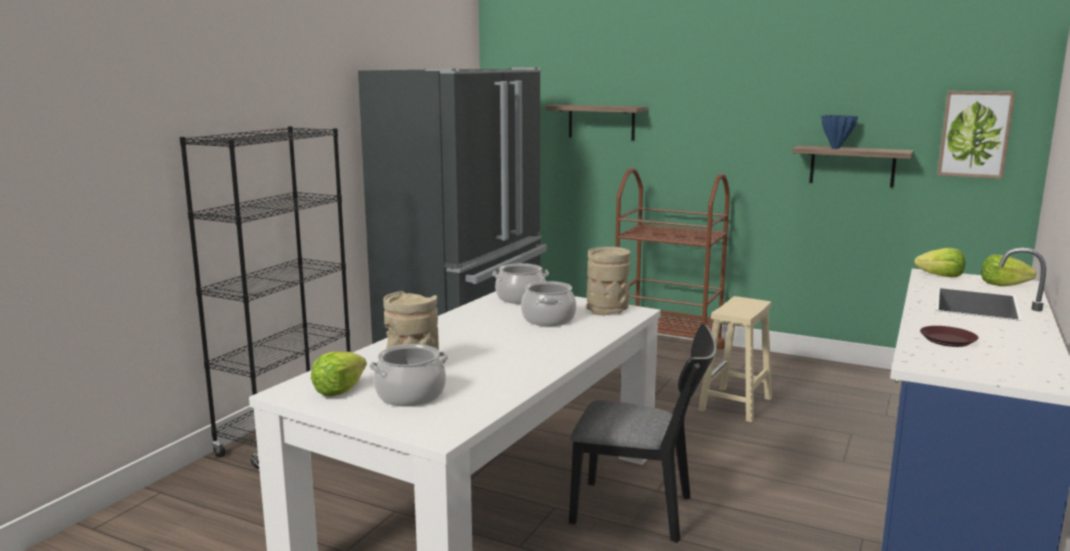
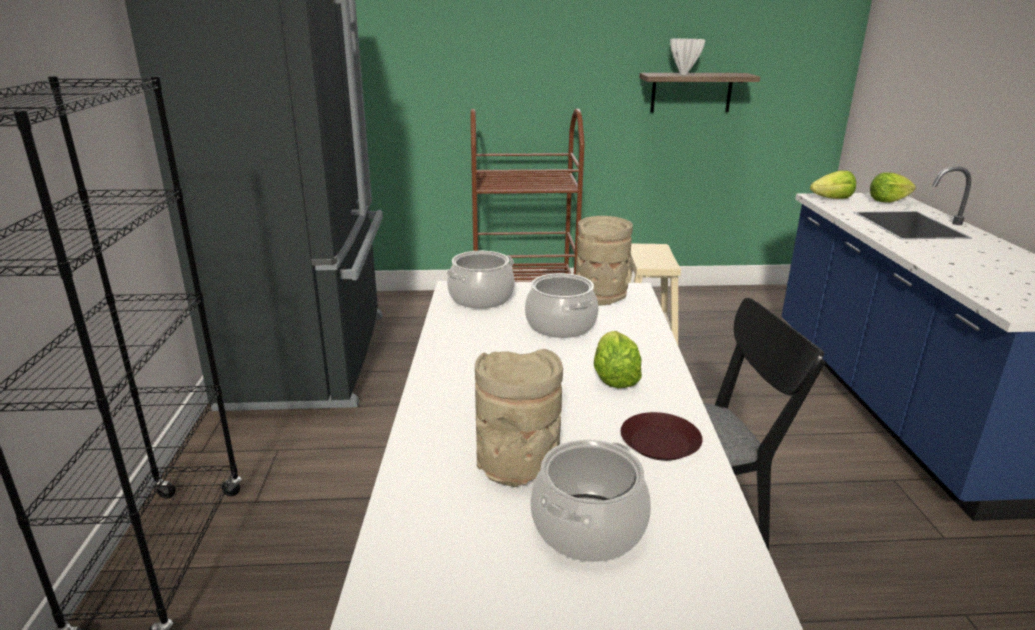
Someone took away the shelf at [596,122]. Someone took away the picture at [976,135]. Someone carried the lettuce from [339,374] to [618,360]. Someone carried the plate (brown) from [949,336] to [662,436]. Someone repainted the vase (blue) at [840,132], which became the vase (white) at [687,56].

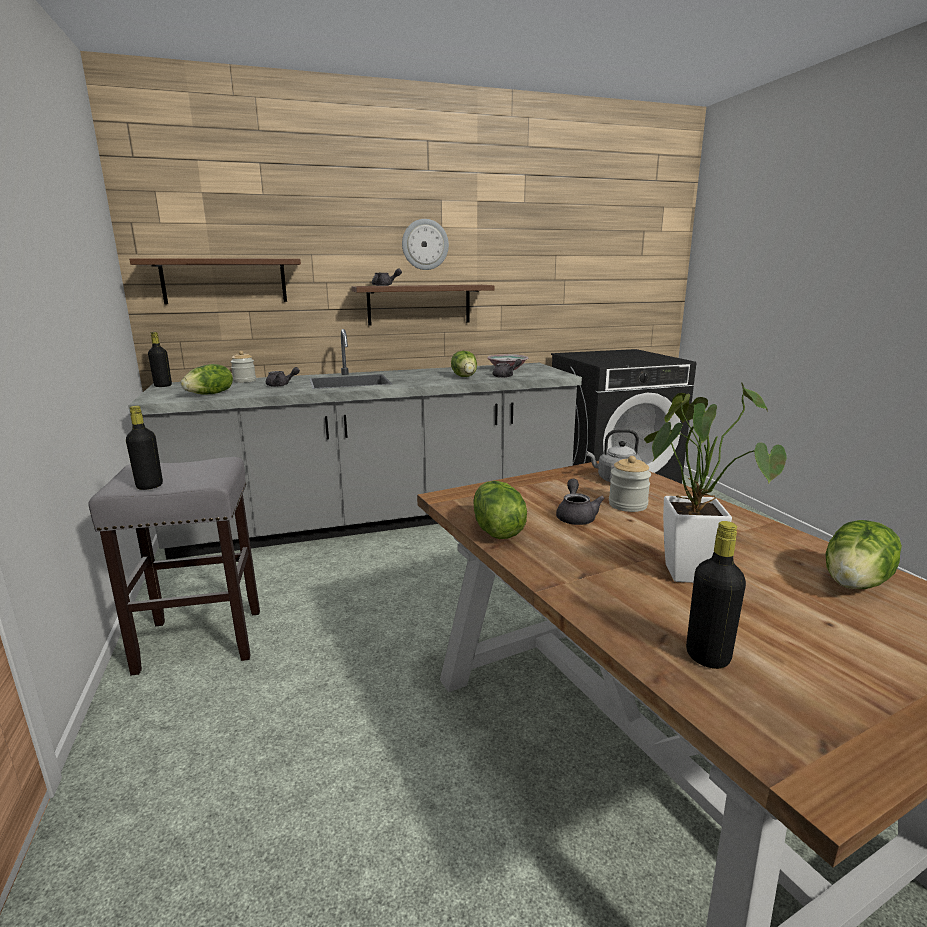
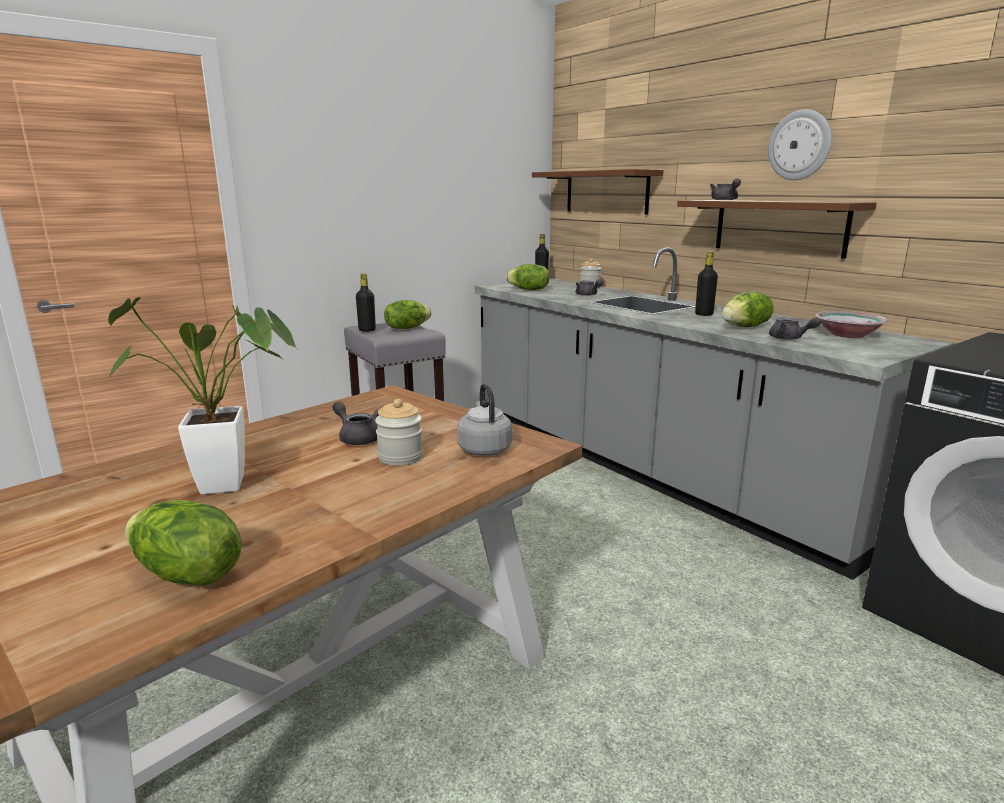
Someone carried the lettuce from [500,510] to [408,314]. Someone carried the bottle (black) from [716,595] to [706,283]. Someone rotated the teapot (grey) at [580,502] by 120 degrees counterclockwise.

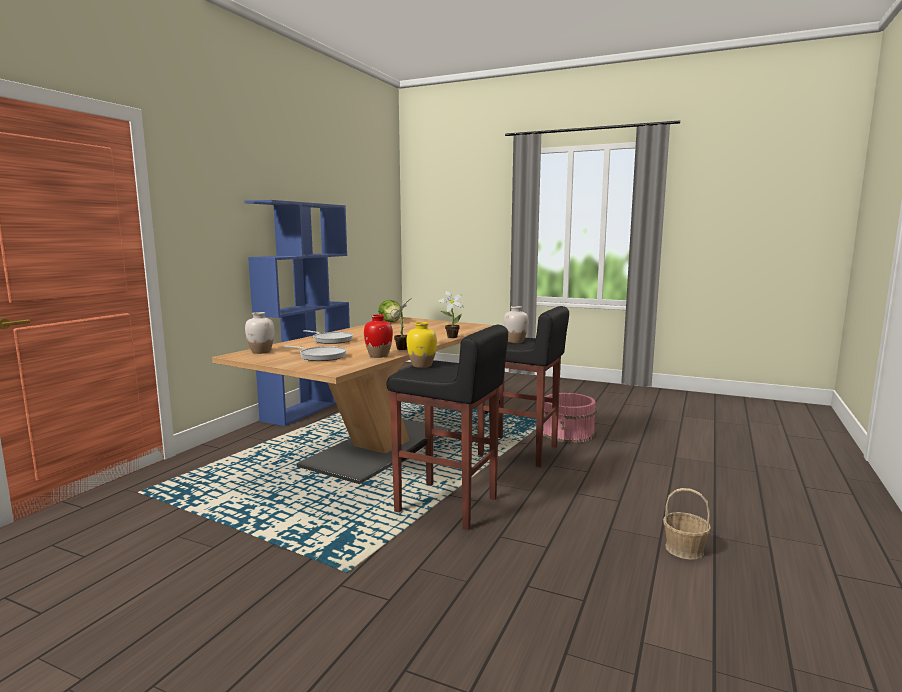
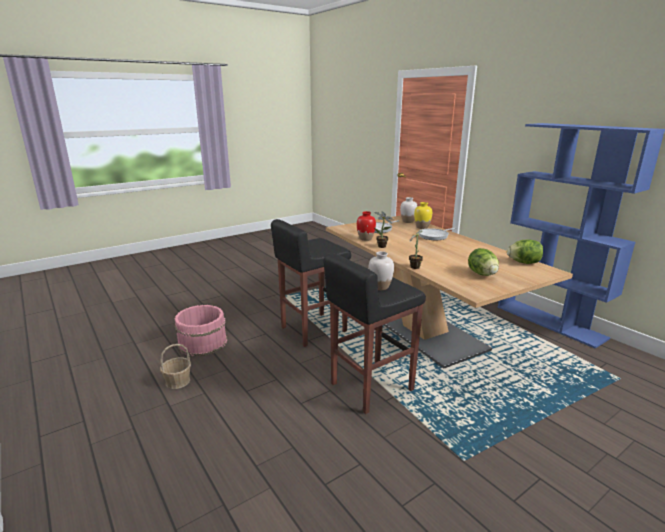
Someone put down the lettuce at [483,262]. Someone carried the vase (yellow) from [422,345] to [423,215]. Someone carried the bucket (pink) from [570,418] to [200,330].

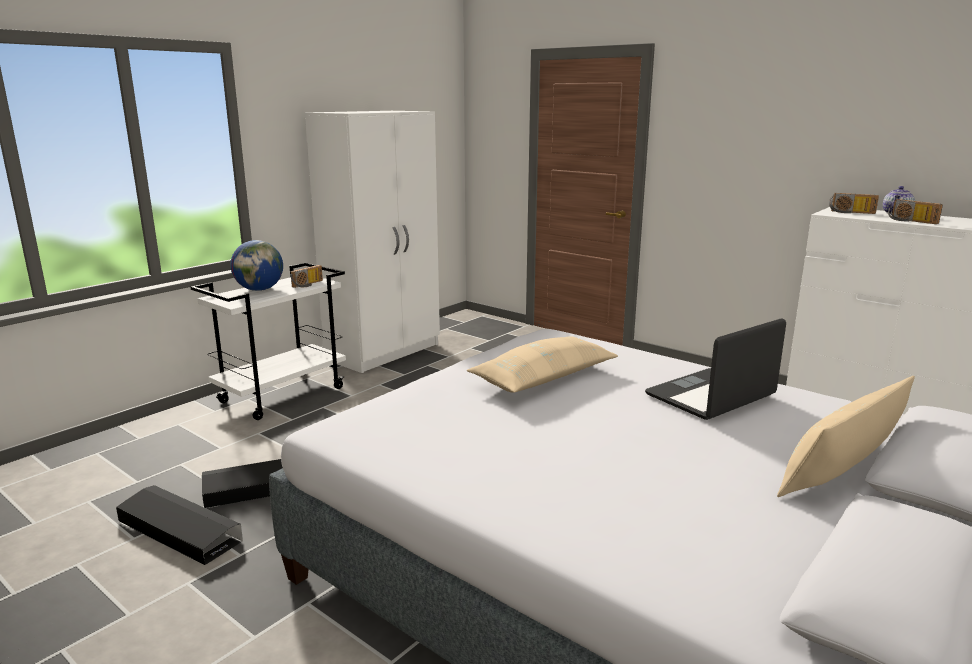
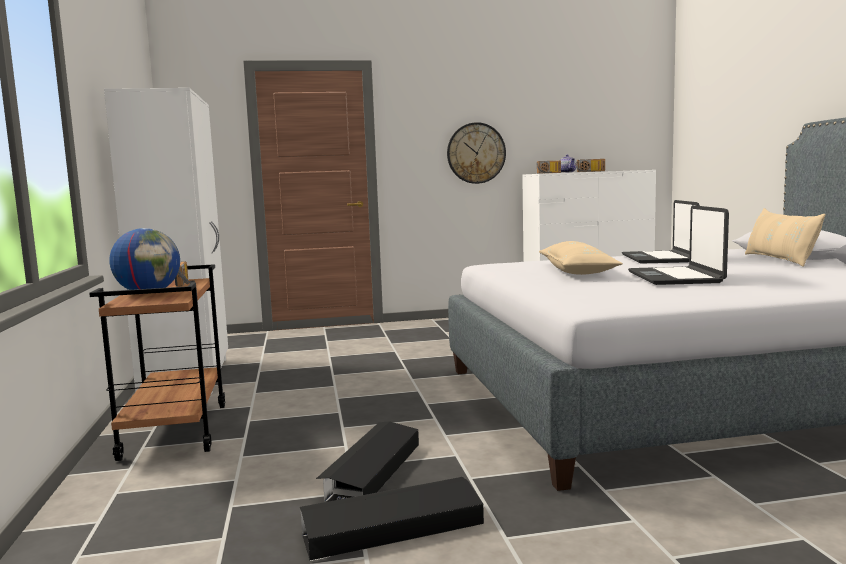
Someone put up the wall clock at [476,153]. Someone put down the laptop at [678,245]. Someone repainted the cart (white) at [268,341], which became the cart (brown) at [157,362].

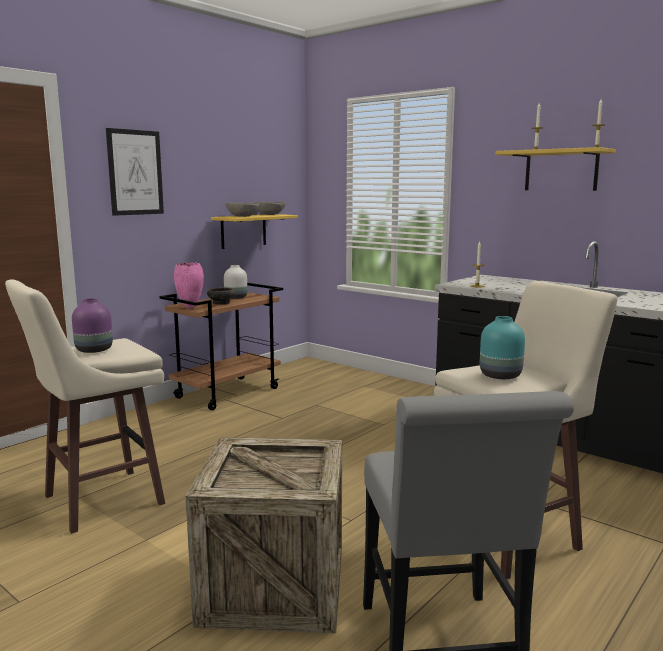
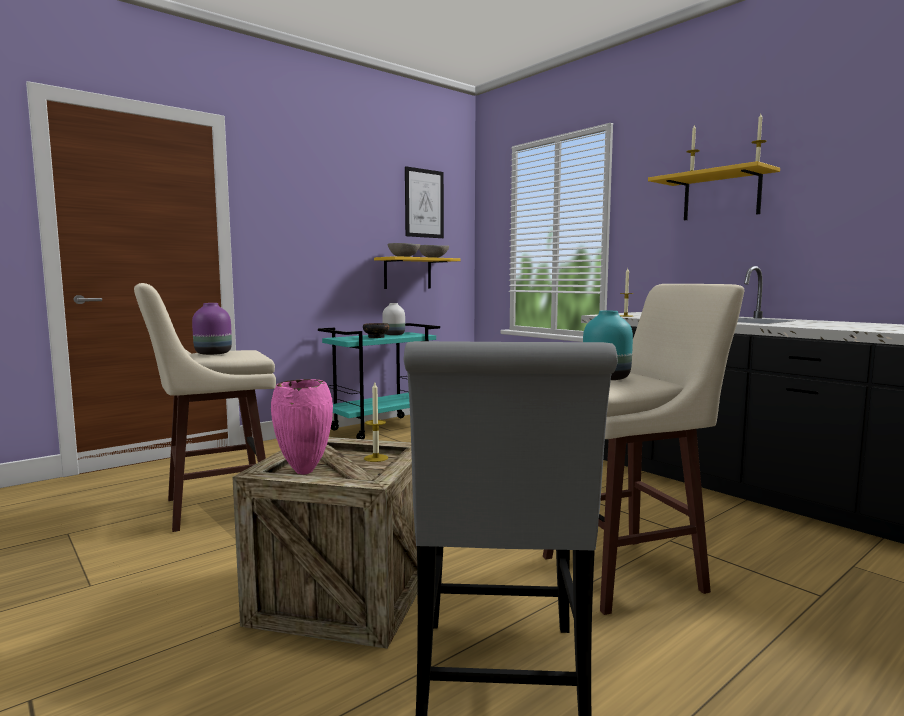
Someone put down the candle at [376,422]. Someone carried the picture from [135,172] to [424,202]. Someone carried the vase (pink) from [189,285] to [302,427]. Someone repainted the cart (brown) at [221,346], which became the cart (turquoise) at [379,381].

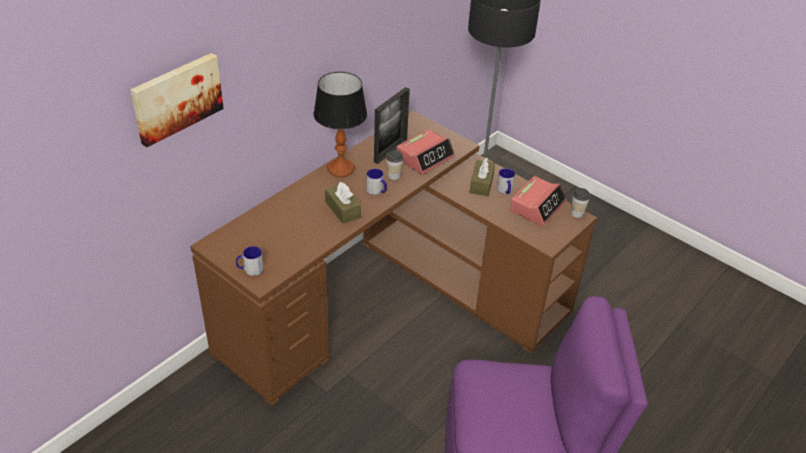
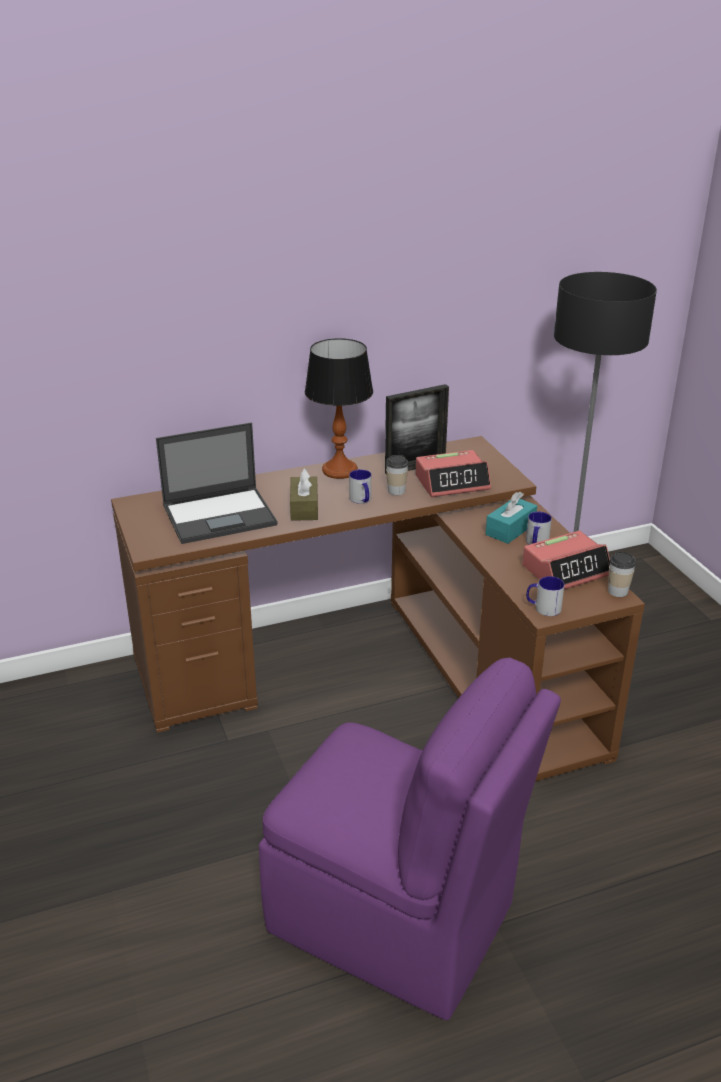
Someone took away the picture at [177,100]. Someone put down the laptop at [217,483]. Someone carried the mug from [250,261] to [545,596]. Someone repainted the tissue box (brown) at [482,177], which became the tissue box (turquoise) at [511,517].

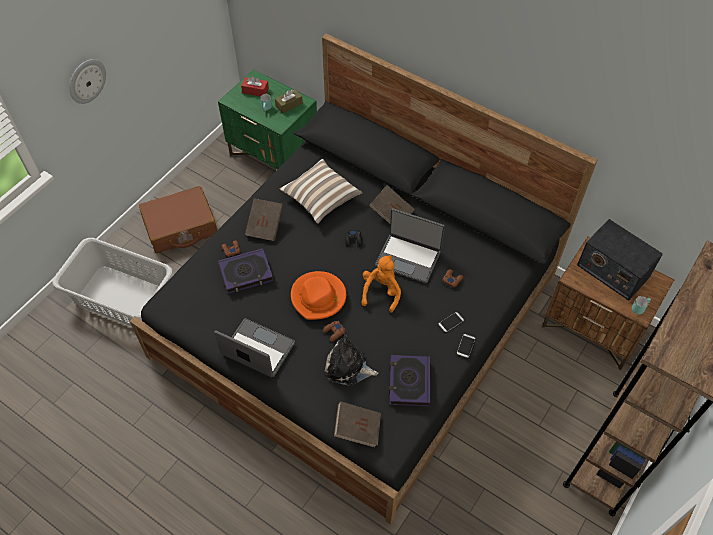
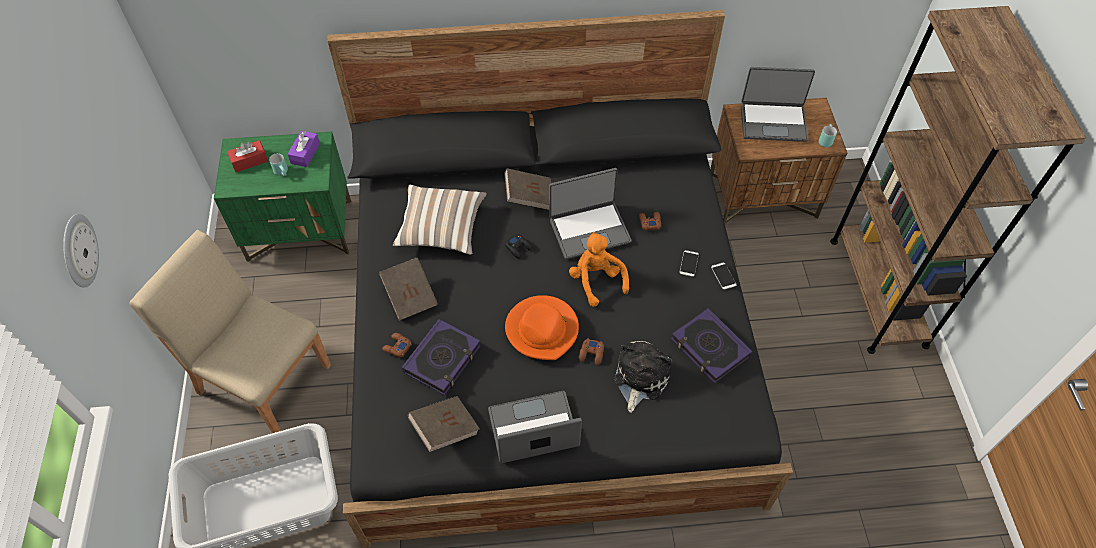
Someone carried the book (brown) from [357,424] to [443,424]. Someone swapped the suitcase (brown) at [178,219] for the chair (beige) at [230,331]. Someone swapped the radio at [620,260] for the laptop at [778,104]. Someone repainted the tissue box (brown) at [289,101], which became the tissue box (purple) at [303,149]. Someone rotated the plush toy at [351,360] by 135 degrees clockwise.

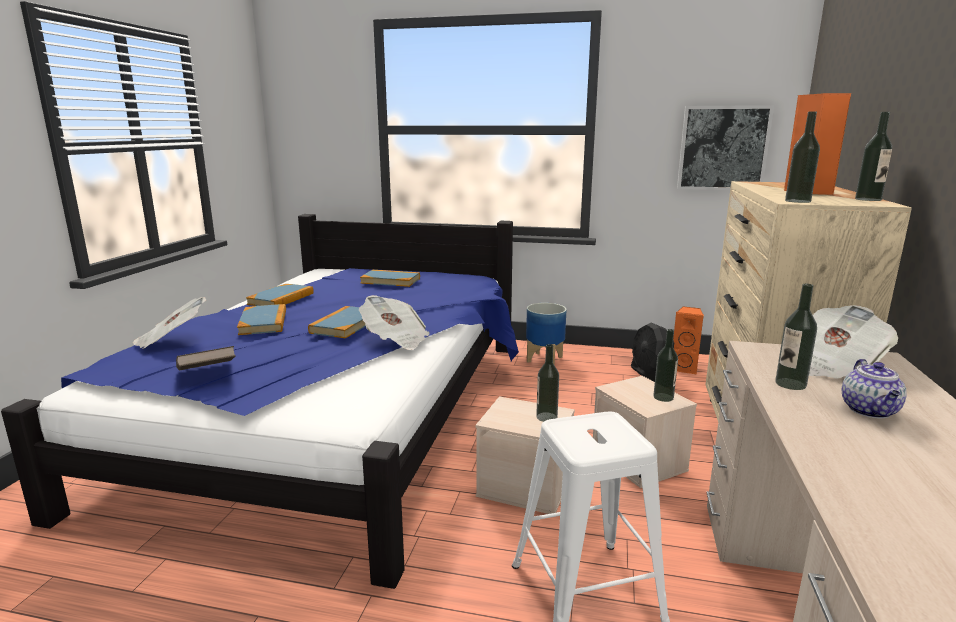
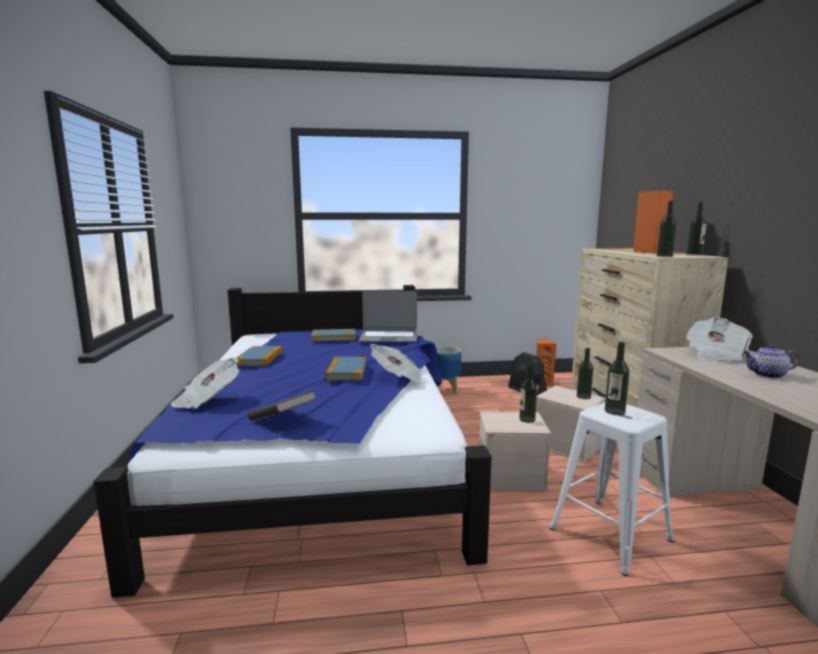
Someone took away the book at [261,319]. Someone took away the picture at [725,147]. Someone put down the laptop at [388,316]. Someone carried the bottle from [796,337] to [617,378]. Someone rotated the teapot at [874,388] by 105 degrees clockwise.

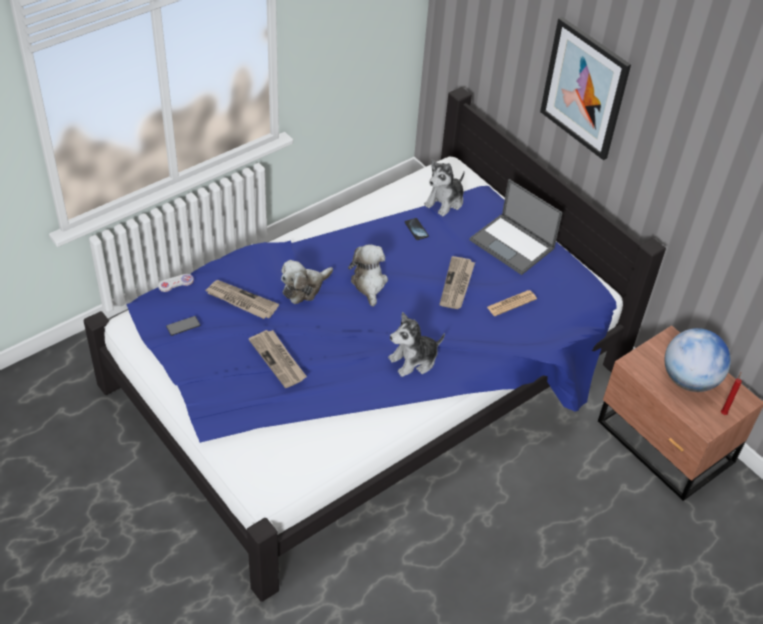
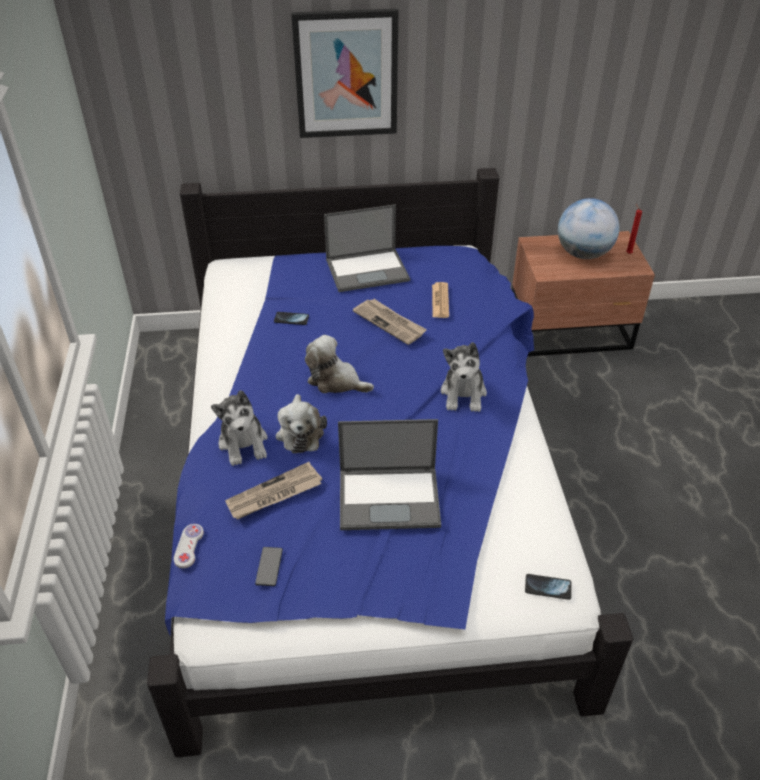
Someone put down the phone at [548,587]. Someone carried the plush toy from [444,188] to [239,428]. Someone swapped the newspaper at [278,359] for the laptop at [389,474].

